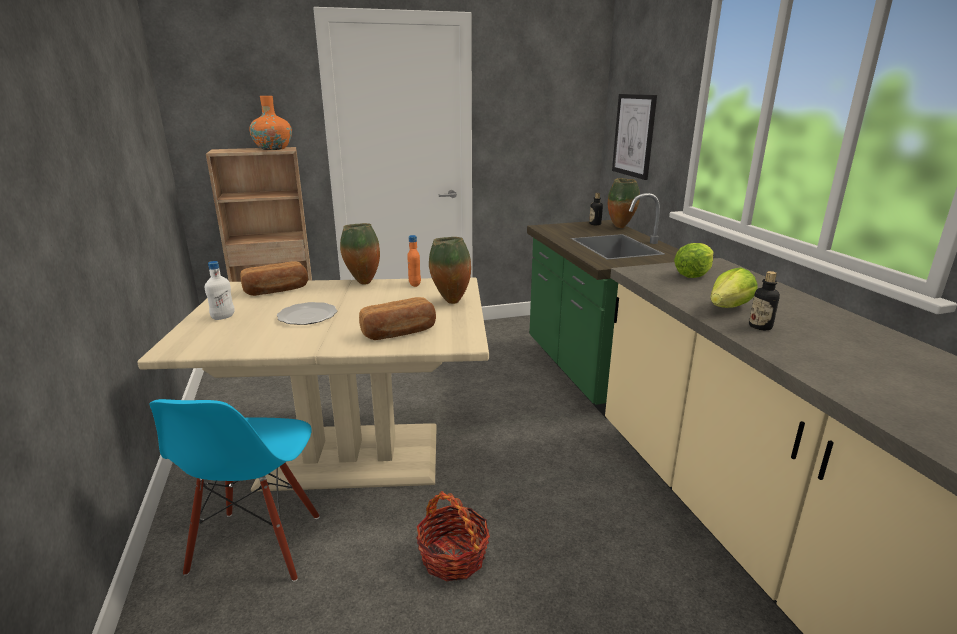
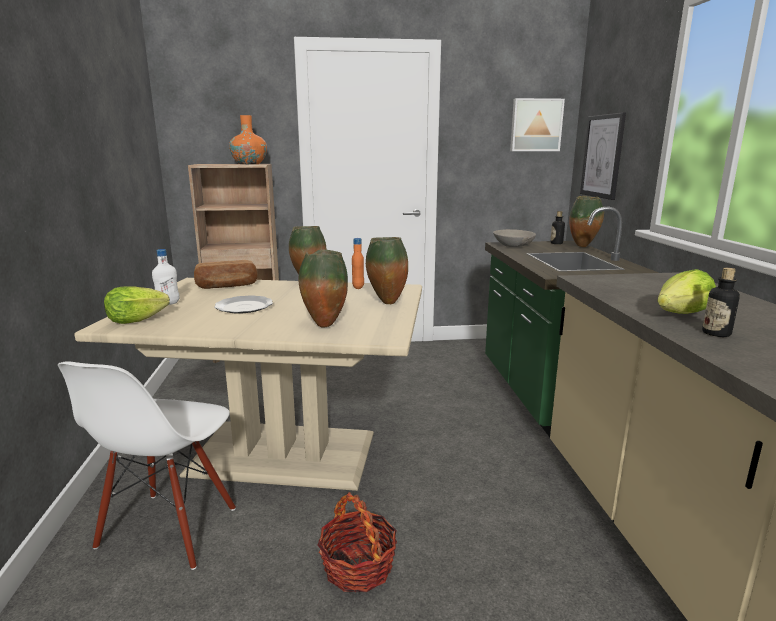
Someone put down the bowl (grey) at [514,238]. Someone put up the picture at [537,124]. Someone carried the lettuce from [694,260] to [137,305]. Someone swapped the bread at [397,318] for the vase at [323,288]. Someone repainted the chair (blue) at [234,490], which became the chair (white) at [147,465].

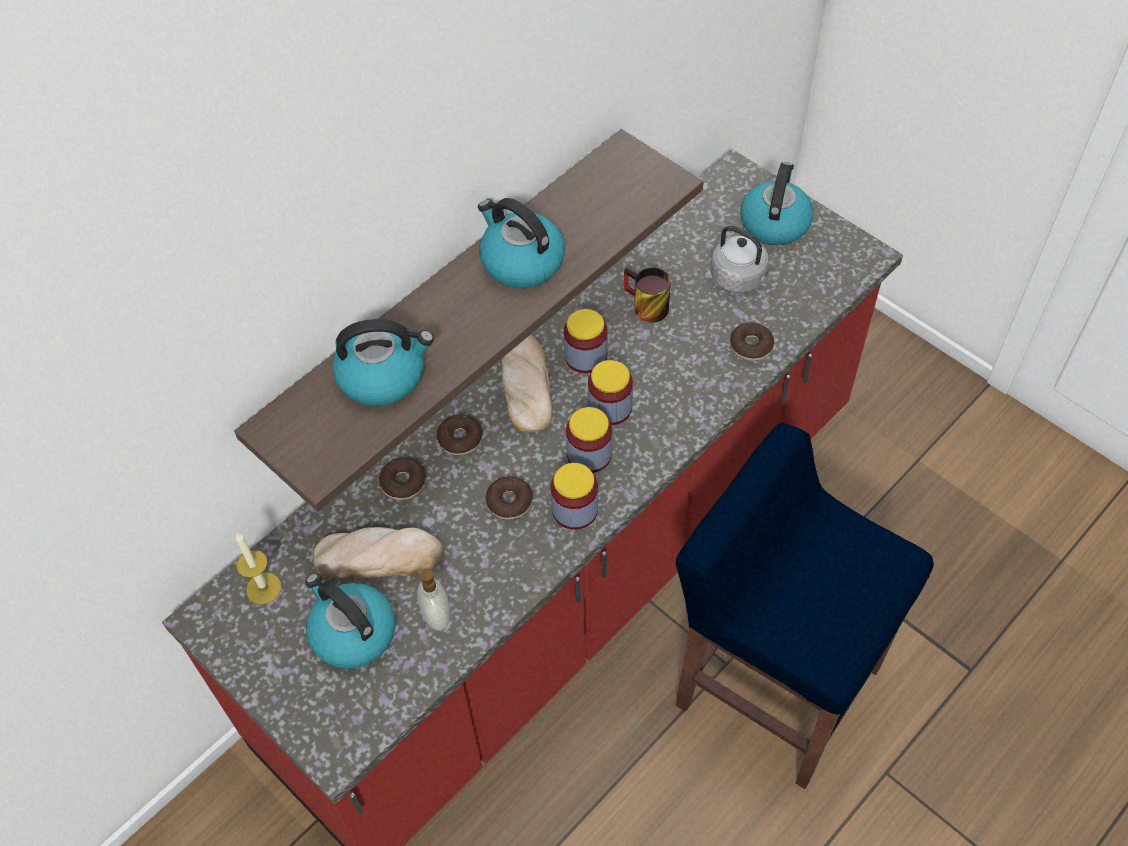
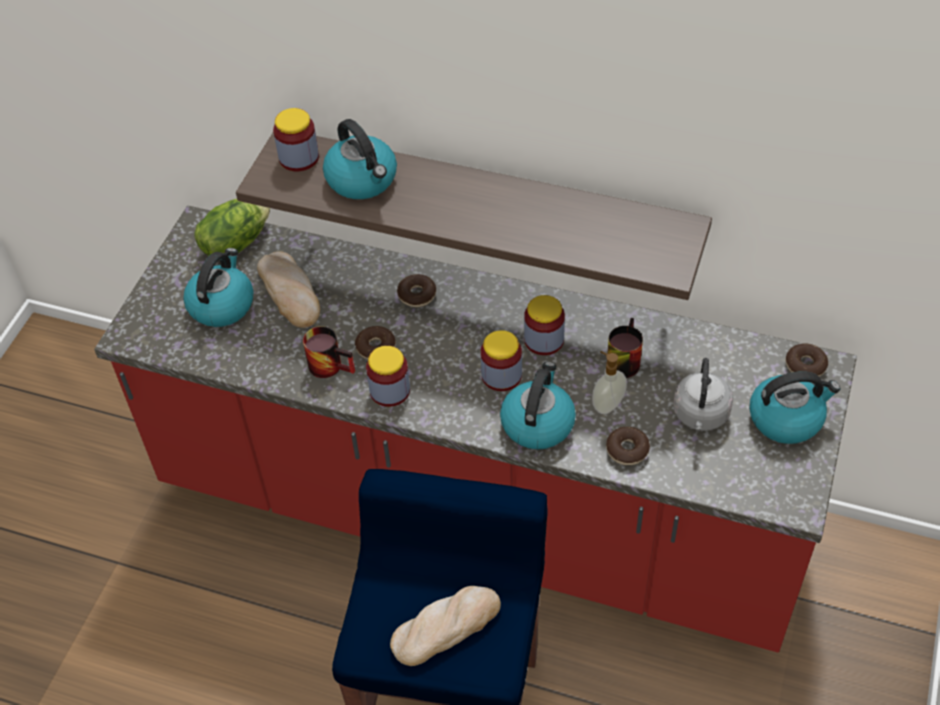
Someone put down the mug at [329,352]. Someone carried the donut from [402,479] to [807,360]. Someone carried the soap dispenser from [429,599] to [609,382]. Someone carried the kettle from [521,243] to [538,406]. Someone carried the bread from [527,383] to [445,626]. Someone carried the jar from [589,440] to [296,139]. Someone swapped the candle at [258,569] for the lettuce at [232,227].

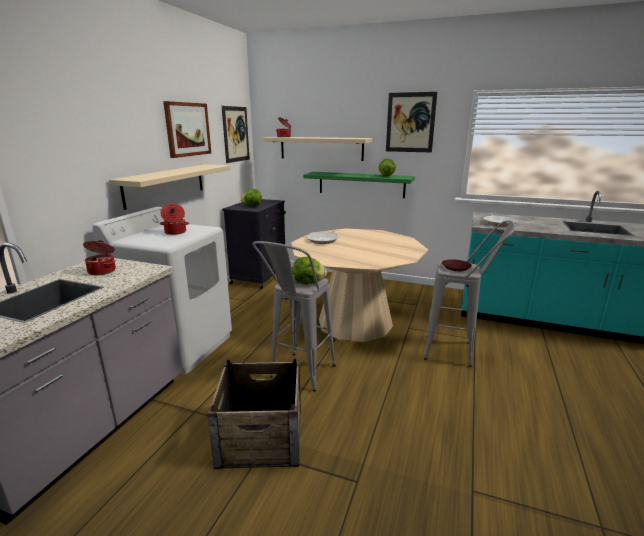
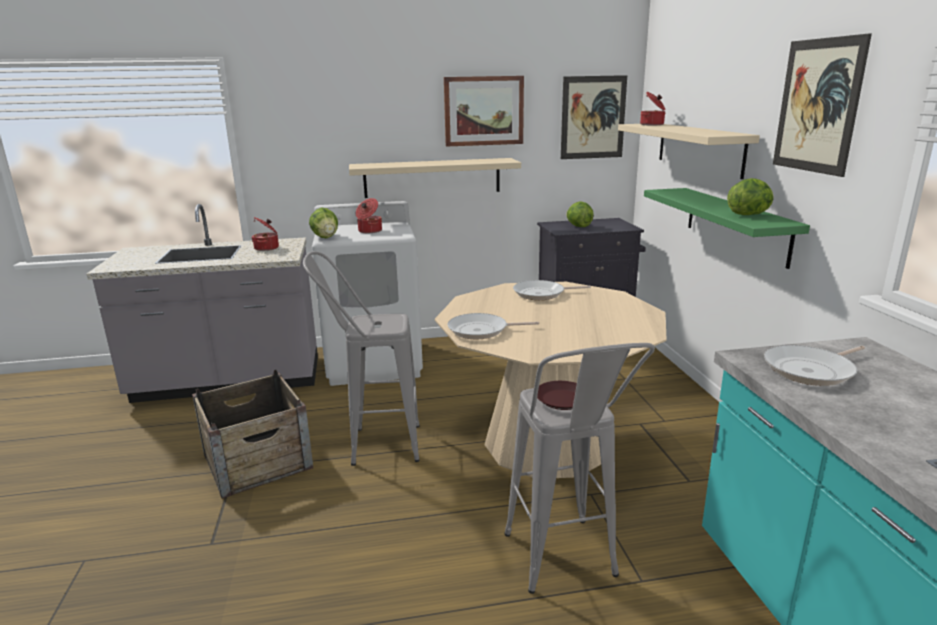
Someone put down the frying pan at [493,326]. Someone carried the lettuce from [309,270] to [323,222].

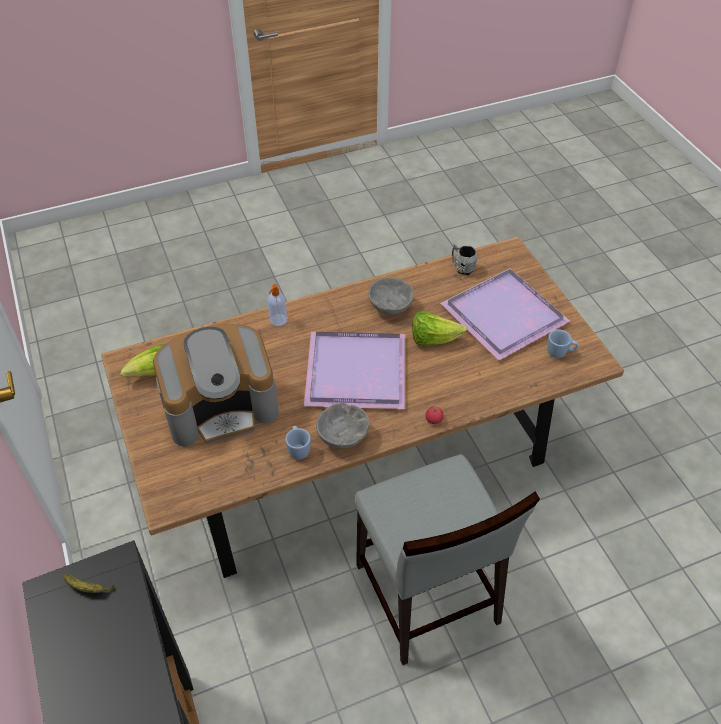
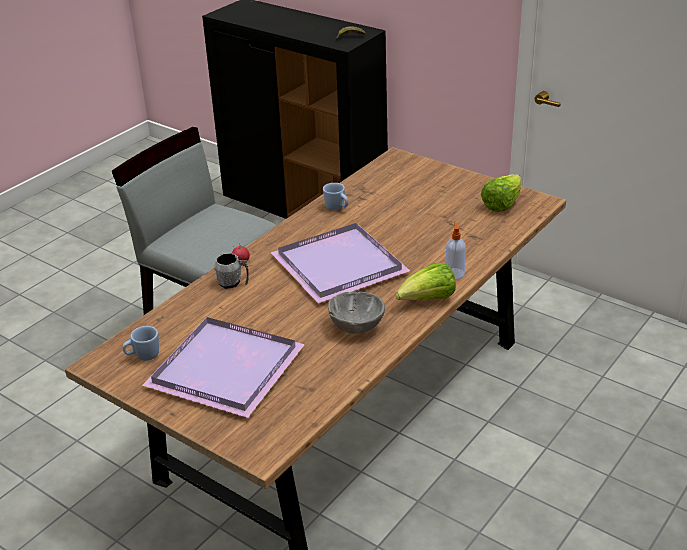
Someone took away the coffee machine at [216,385]. Someone took away the bowl (grey) at [342,426]. Someone carried the lettuce from [440,328] to [426,281]. Someone carried the mug (grey) from [465,259] to [231,271].

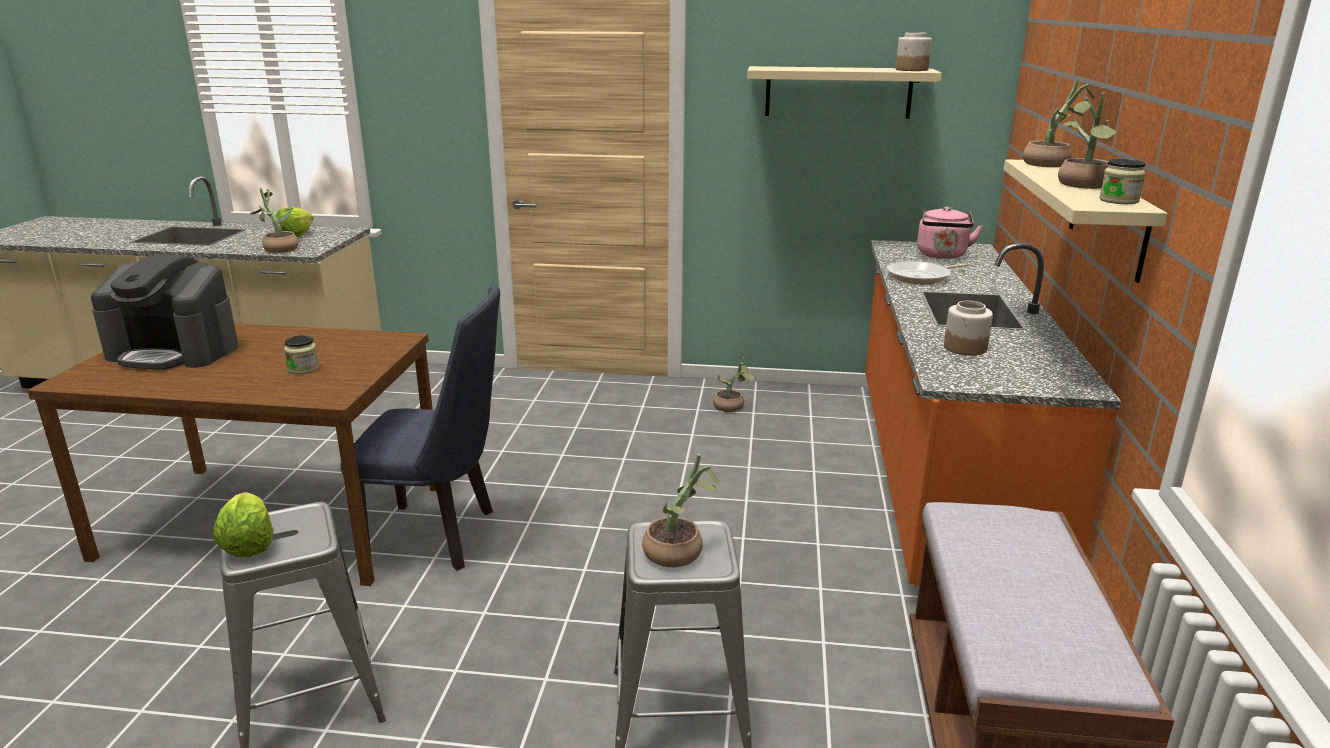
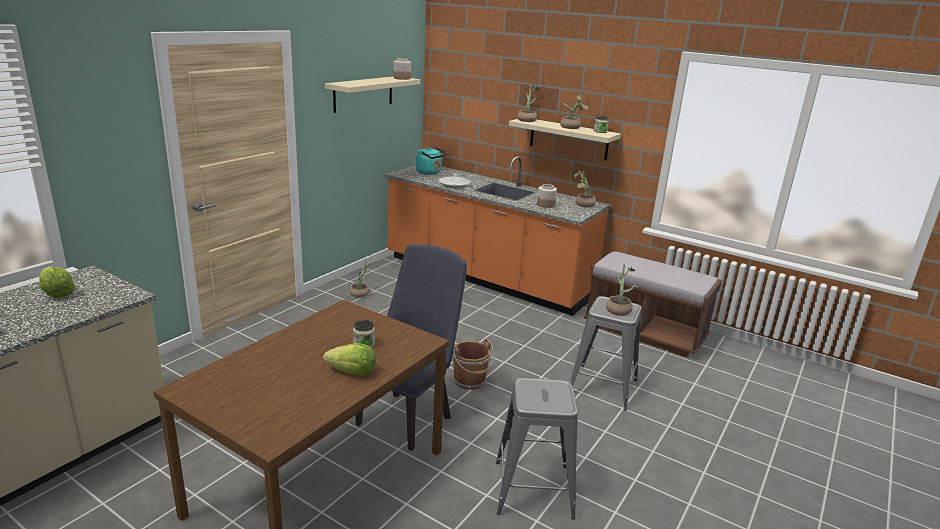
Someone took away the coffee machine at [165,312]. Someone put down the bucket (brown) at [473,364]. Someone carried the lettuce from [243,524] to [349,359]. Someone carried the potted plant from [274,220] to [585,189]. Someone repainted the kettle (pink) at [950,233], which became the kettle (turquoise) at [431,161].

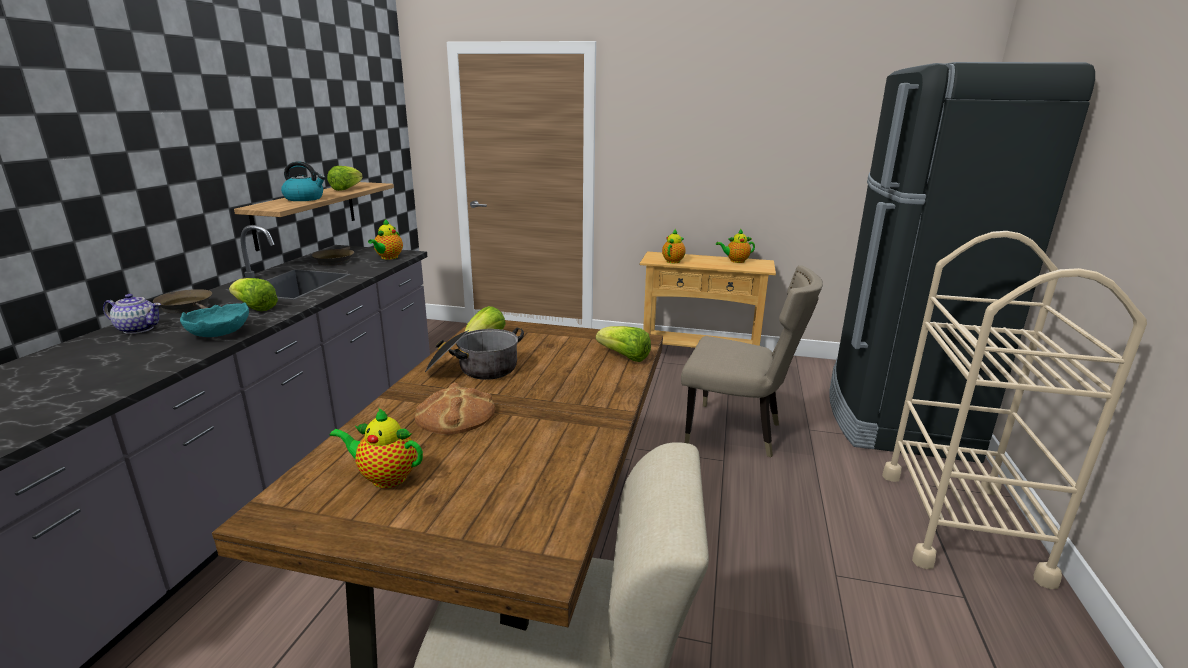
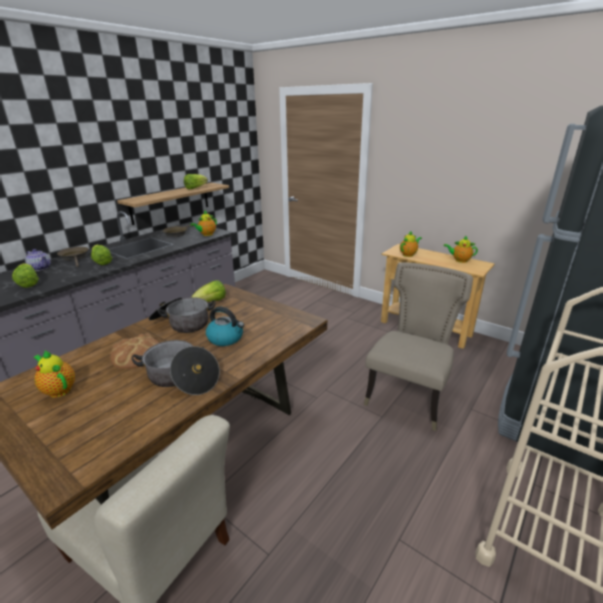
Someone took away the bowl (turquoise) at [214,320]. Someone put down the cooking pot at [175,367]. Someone carried the kettle from [303,181] to [225,326]. Someone carried the lettuce from [623,344] to [25,275]. Someone rotated the chair (beige) at [752,361] by 105 degrees counterclockwise.

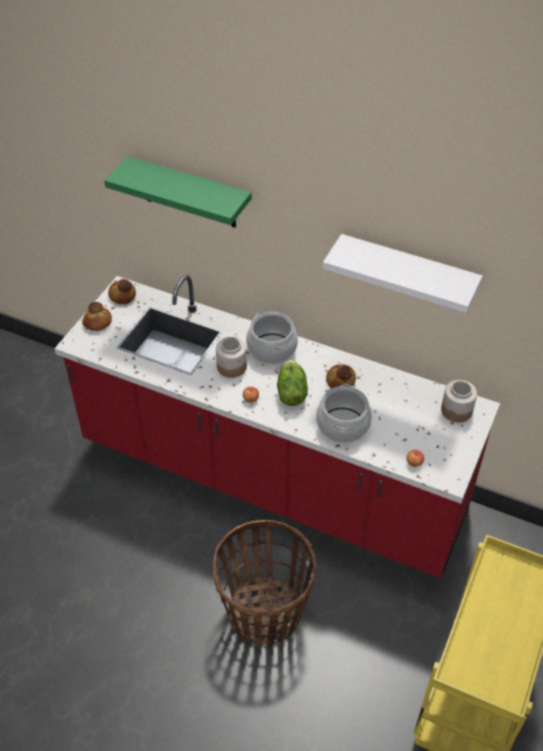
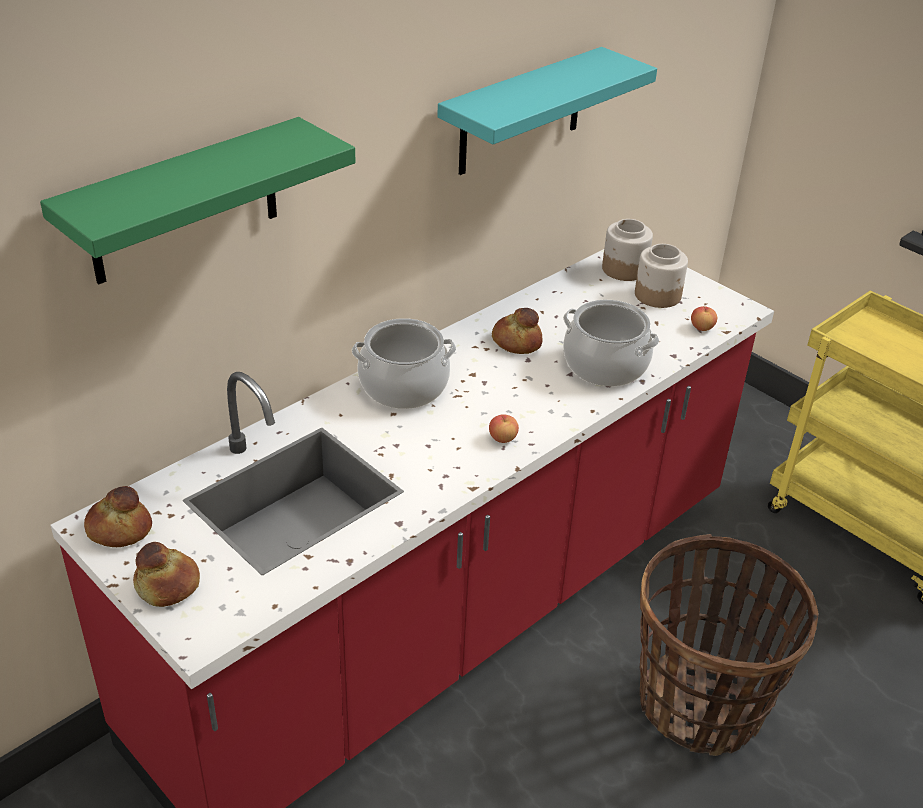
Someone took away the lettuce at [292,382]. Someone carried the jar from [231,357] to [661,276]. Someone repainted the shelf (white) at [403,273], which became the shelf (turquoise) at [547,111].

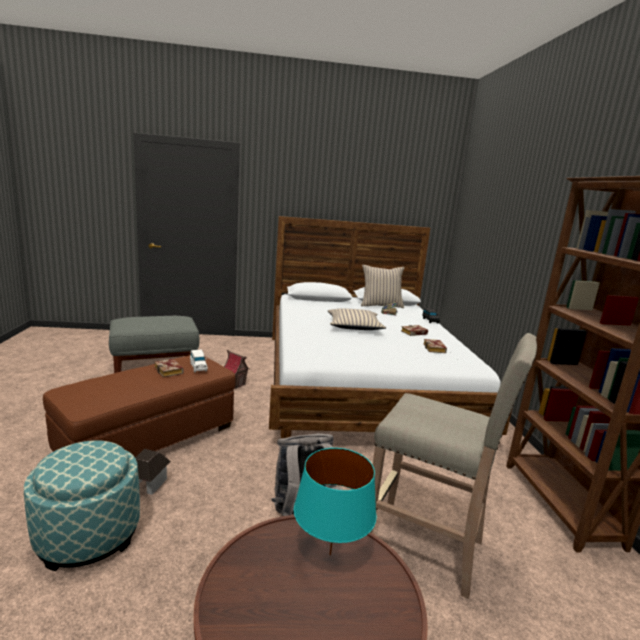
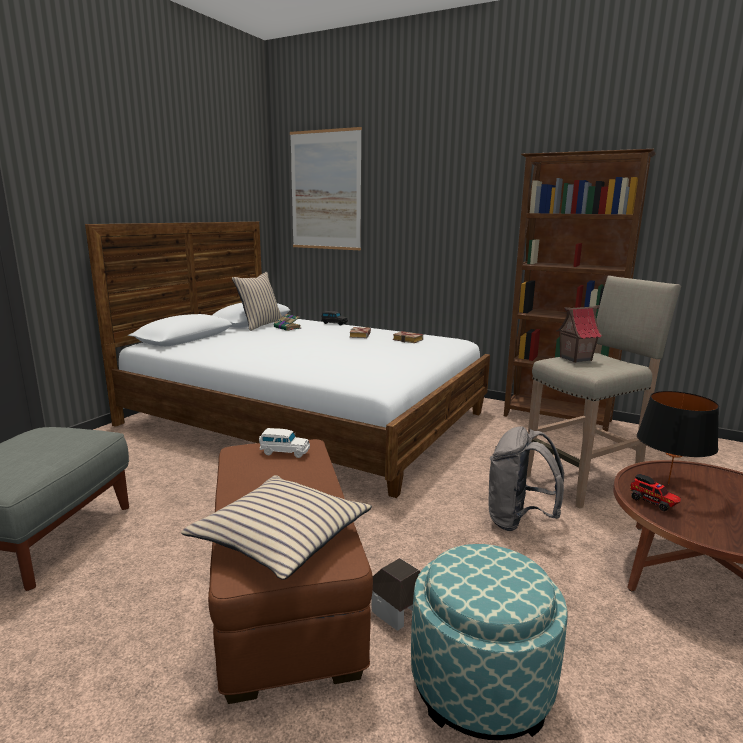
Someone took away the book at [168,368]. Someone put up the picture at [326,188]. Someone put down the toy truck at [655,492]. Someone carried the toy house from [236,369] to [579,334]. Someone carried the pillow (beige) from [357,319] to [276,527]. Someone repainted the table lamp (turquoise) at [335,501], which became the table lamp (black) at [678,437].

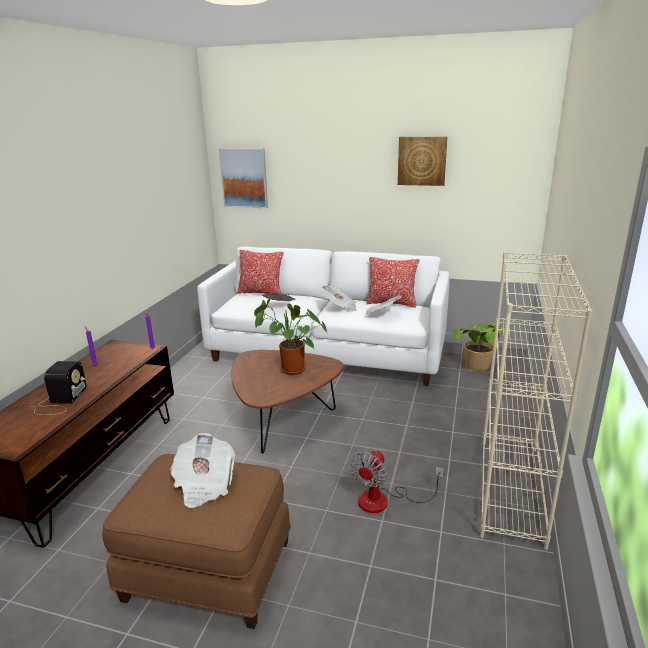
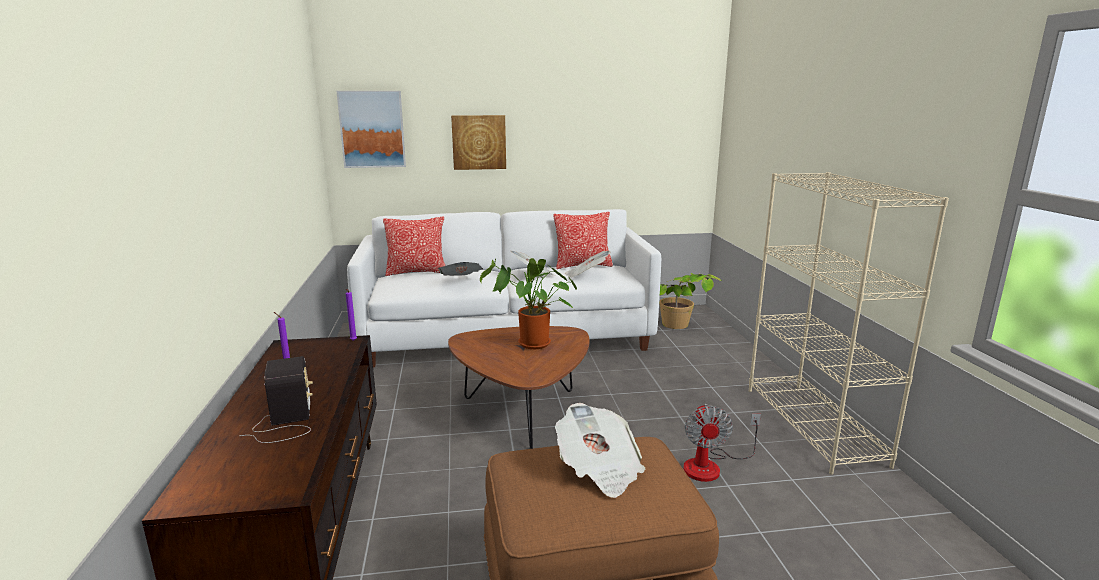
Someone carried the picture from [422,161] to [478,142].

